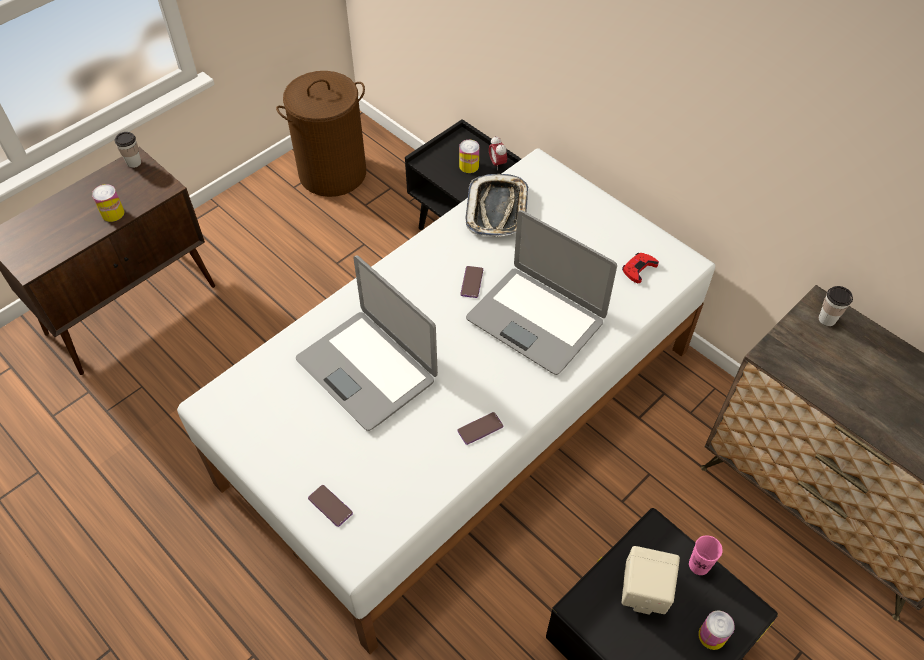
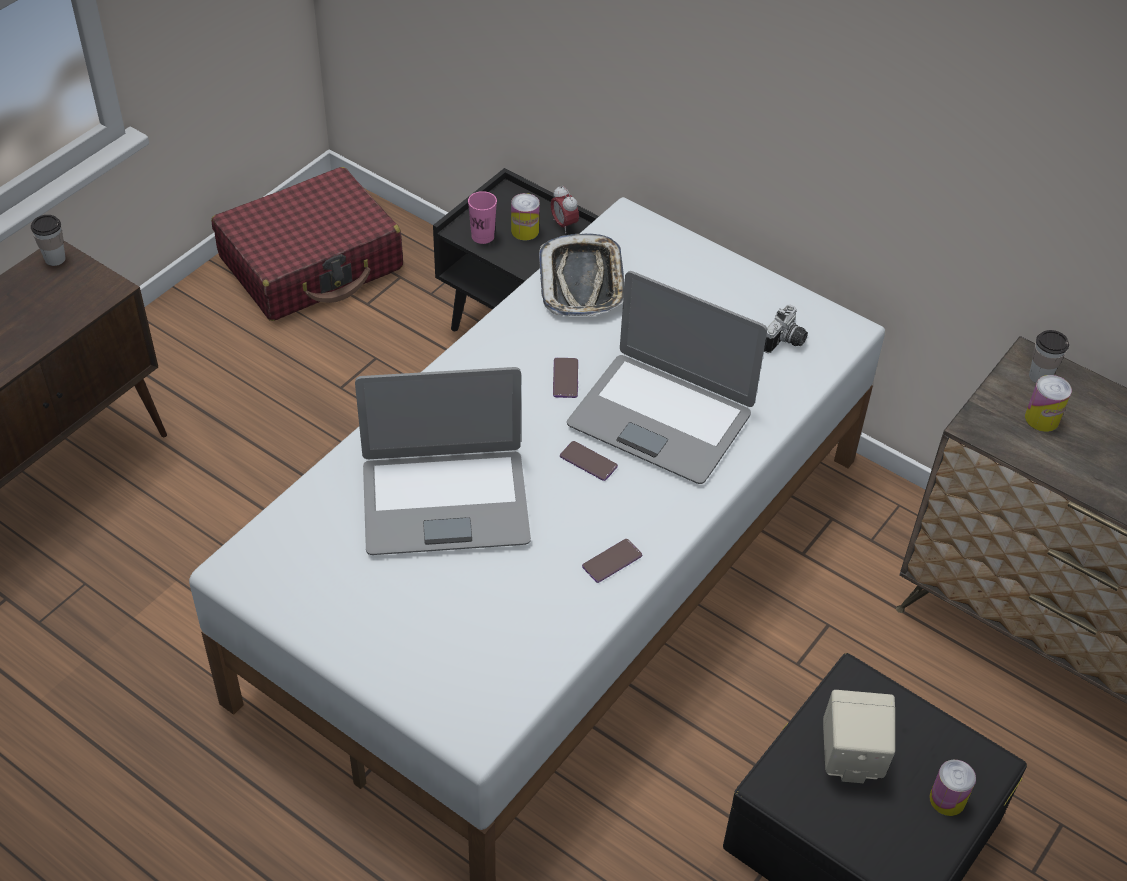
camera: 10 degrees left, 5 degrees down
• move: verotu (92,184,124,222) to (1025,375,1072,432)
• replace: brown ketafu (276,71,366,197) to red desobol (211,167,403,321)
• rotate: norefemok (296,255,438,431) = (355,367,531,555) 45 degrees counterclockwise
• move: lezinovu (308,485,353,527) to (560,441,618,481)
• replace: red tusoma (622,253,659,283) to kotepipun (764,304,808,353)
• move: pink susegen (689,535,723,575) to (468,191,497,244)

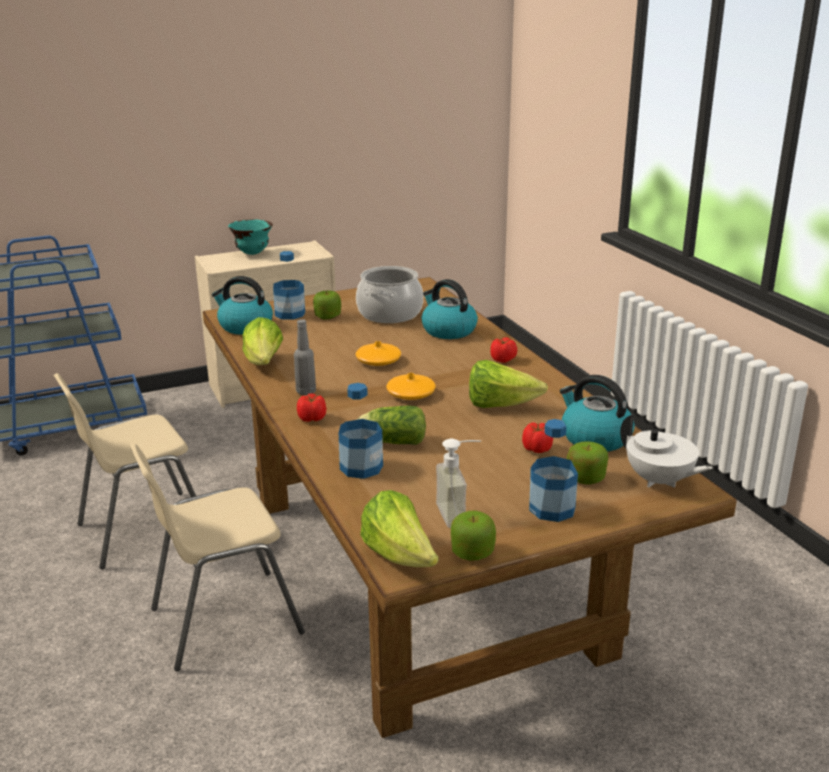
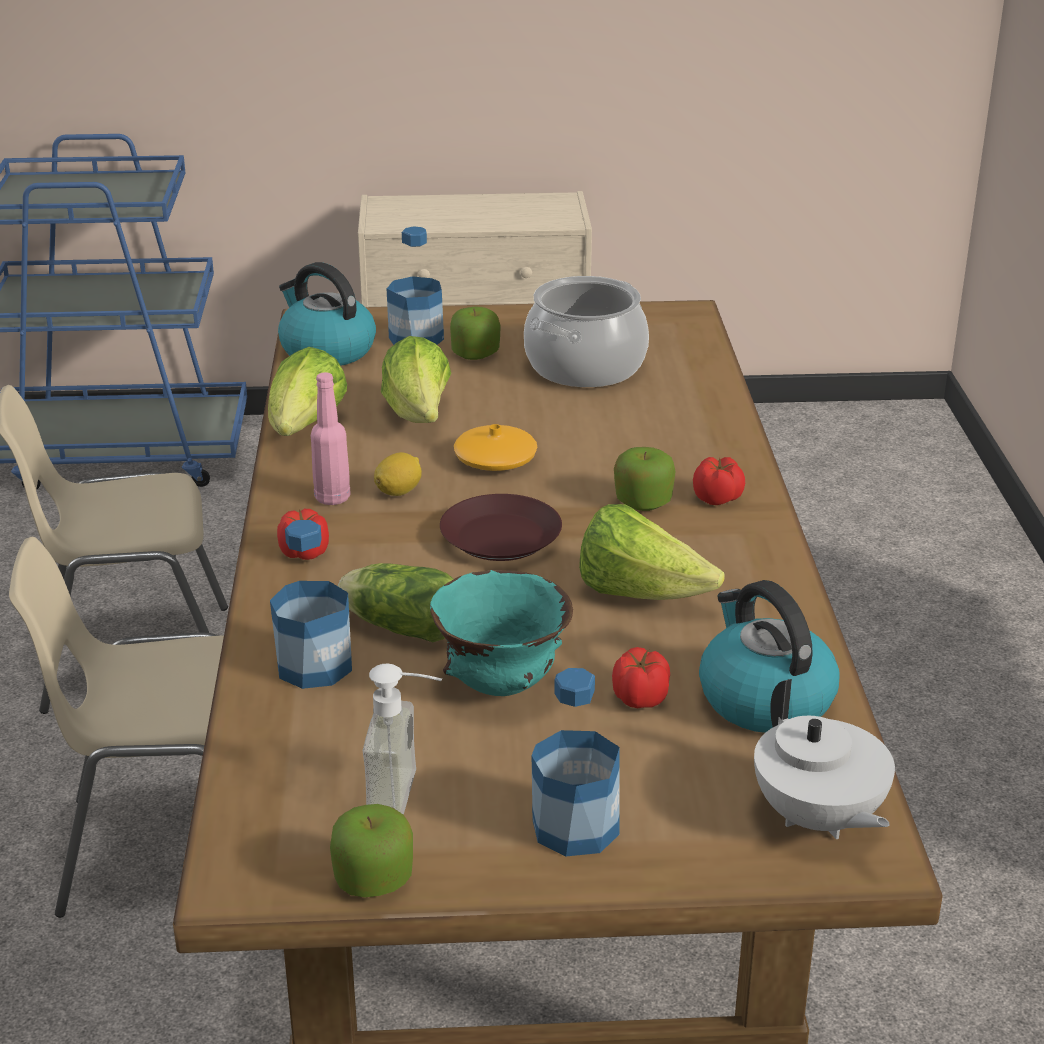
camera: 20 degrees right, 5 degrees up
• move: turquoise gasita (228,219,273,255) to (430,570,573,696)
• recolor: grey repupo (294,319,316,395) to pink repupo (311,372,351,505)
• move: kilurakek (360,490,438,567) to (381,336,451,423)
• replace: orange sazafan (386,373,436,400) to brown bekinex (440,494,562,561)
• delete: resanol (422,279,478,339)
• move: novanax (567,441,608,485) to (614,447,676,511)
• insert: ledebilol (374,452,422,496)

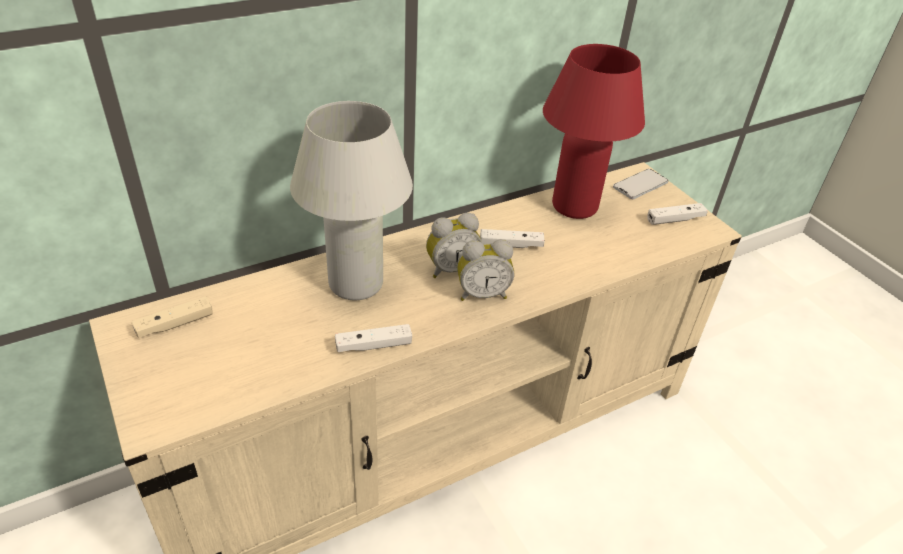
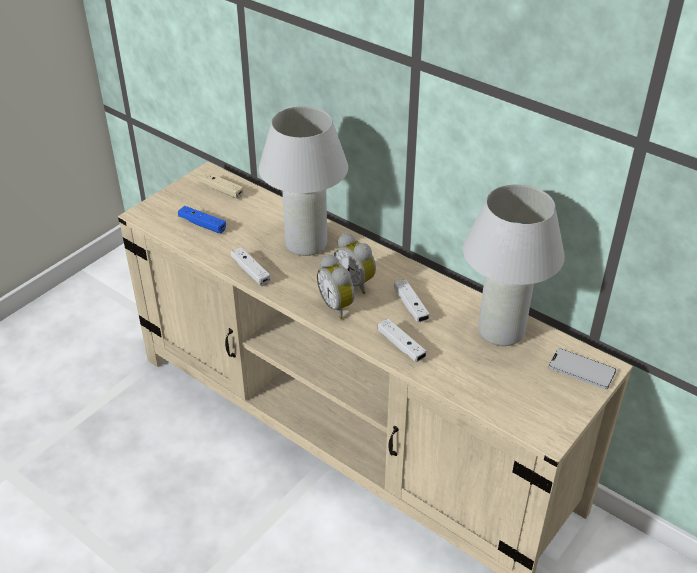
camera: 70 degrees right, 0 degrees up
• recolor: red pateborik (543,44,645,219) to white pateborik (463,184,565,346)
• move: white tusoma (647,203,708,225) to (378,318,427,362)
• insert: blue tusoma (178,206,226,234)

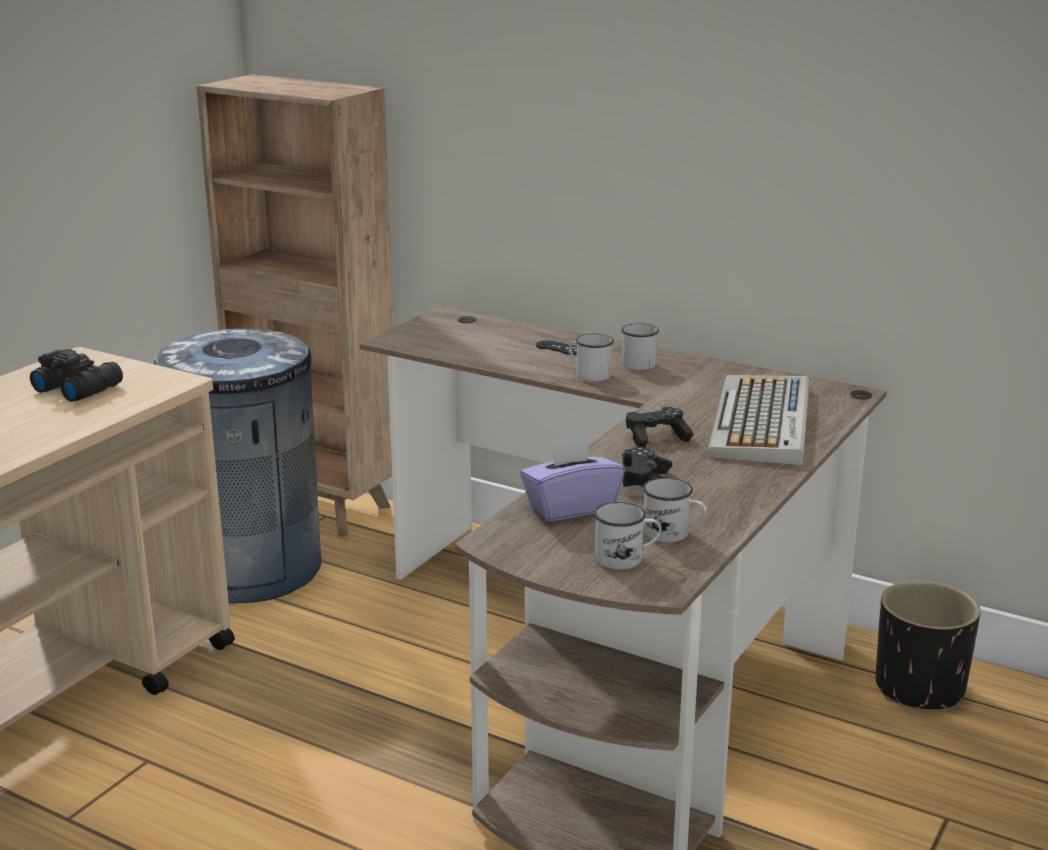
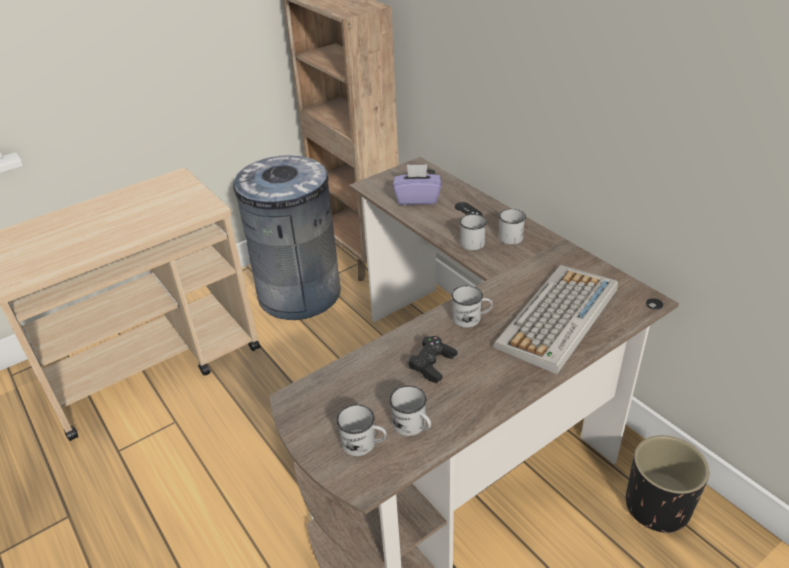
camera: 25 degrees right, 15 degrees up
• delete: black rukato (30,349,123,402)
• move: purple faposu (520,436,625,522) to (393,164,441,205)
• replace: black tusoma (626,407,694,448) to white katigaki (451,285,493,328)

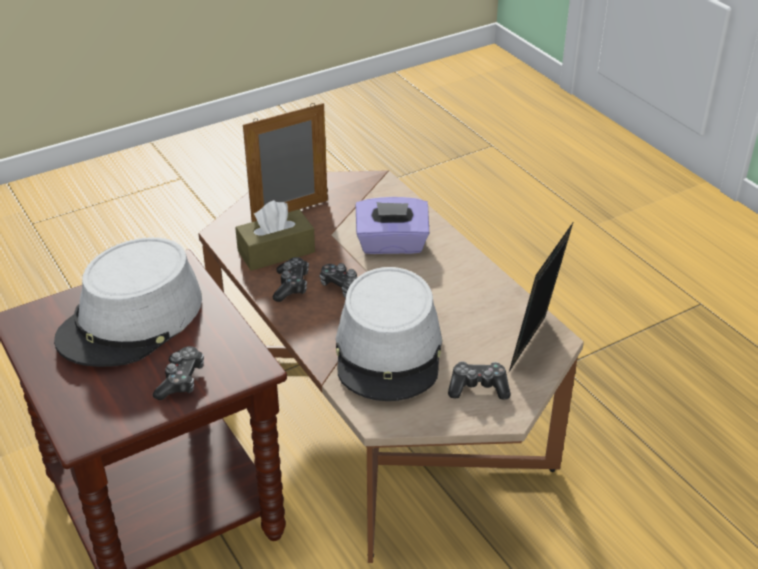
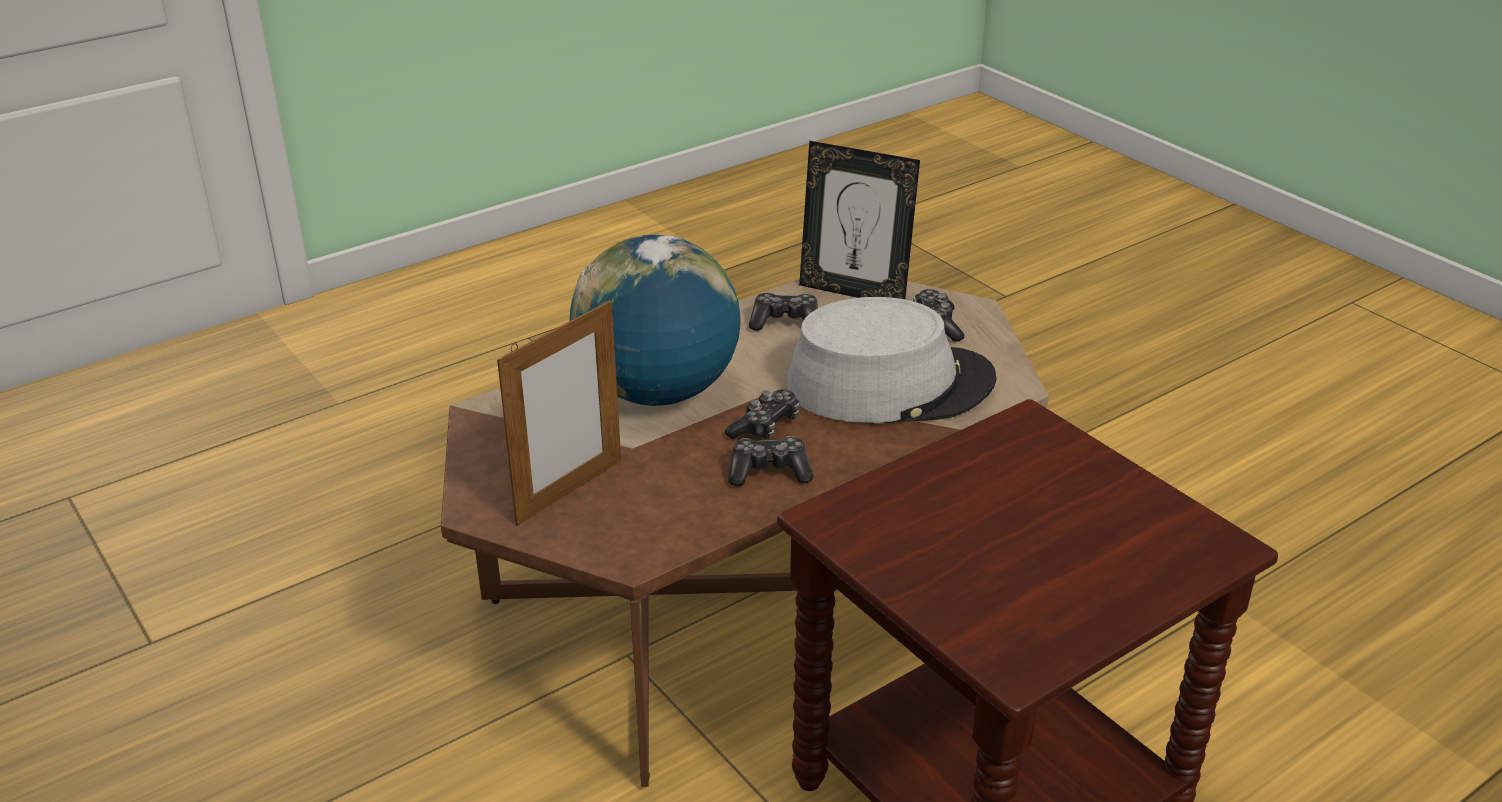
camera: 95 degrees left, 5 degrees down
• delete: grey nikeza (54,237,202,367)
• move: tusoma (153,346,204,400) to (749,293,818,331)
• delete: brown faposu (235,200,315,271)
• rotate: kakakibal (243,103,328,222) = (497,300,621,526) 105 degrees counterclockwise
• replace: purple faposu (356,197,429,254) to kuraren (570,235,740,406)

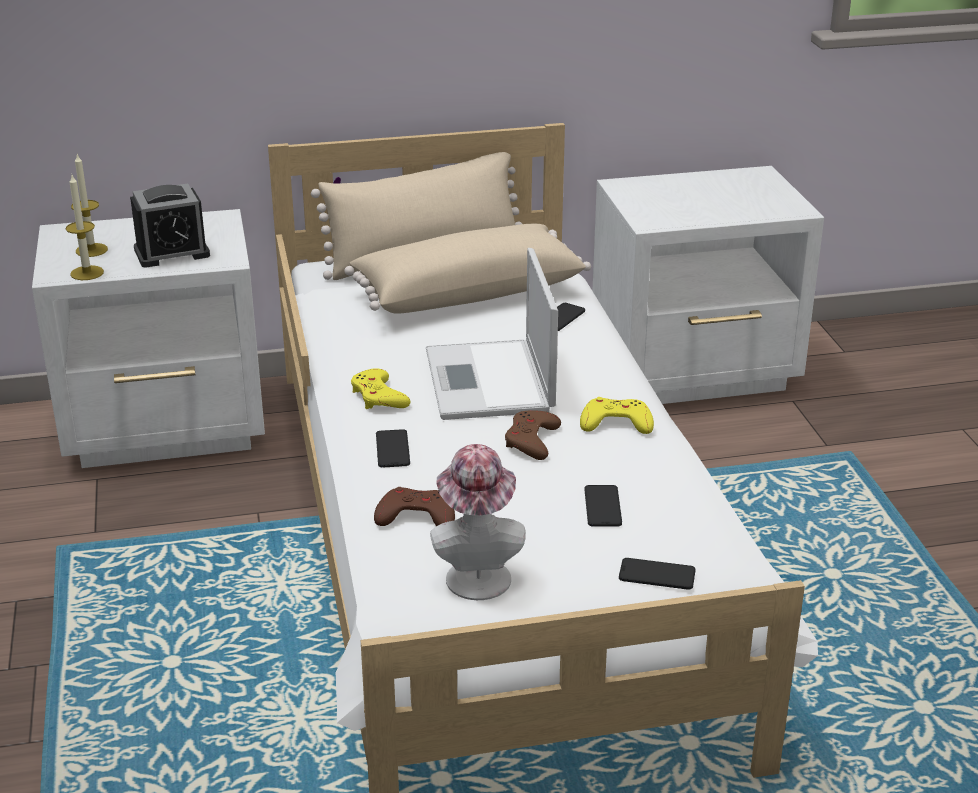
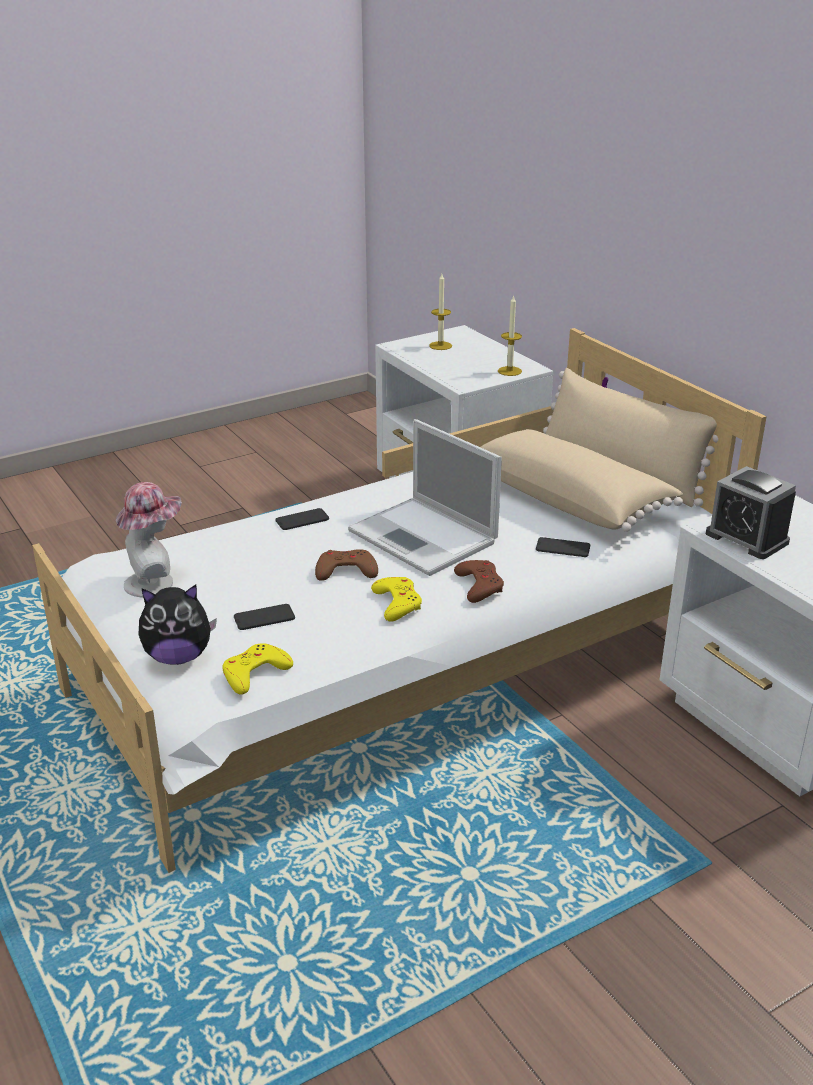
camera: 70 degrees right, 0 degrees up
• move: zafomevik (66,175,104,280) to (498,295,522,376)
• move: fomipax (130,183,210,268) to (706,466,796,559)
• move: yellow tusoma (351,368,411,409) to (222,643,293,695)
• move: brown tusoma (374,487,455,526) to (454,560,504,603)
• rotate: norefemok (426,248,558,420) = (348,419,502,576) 105 degrees counterclockwise
• replace: lezinovu (619,558,696,590) to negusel (138,585,217,665)

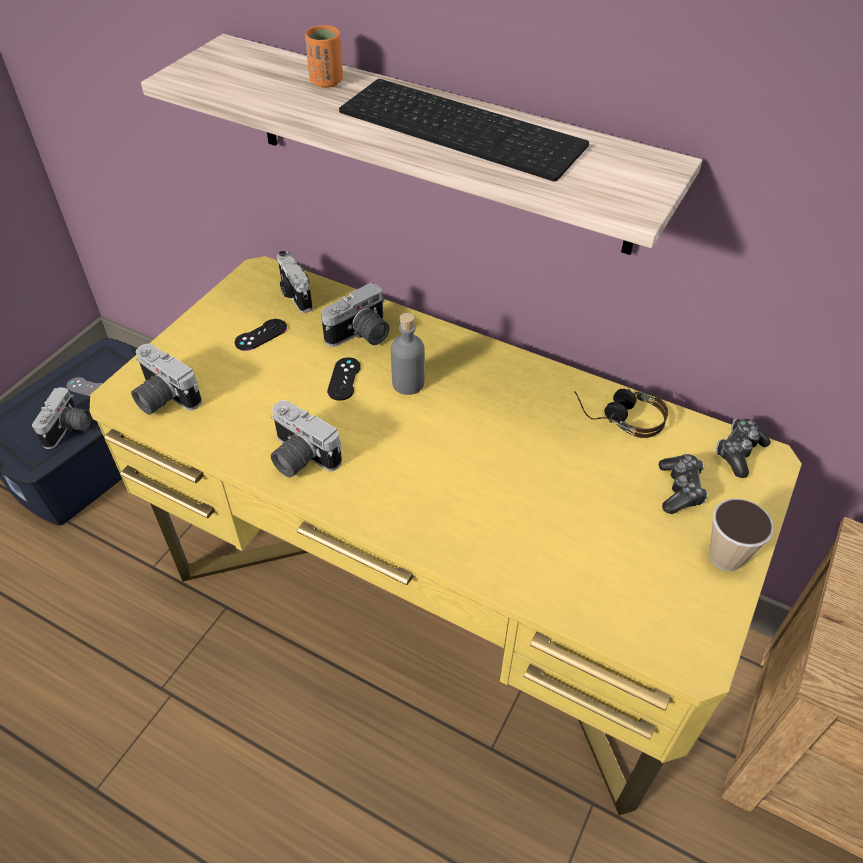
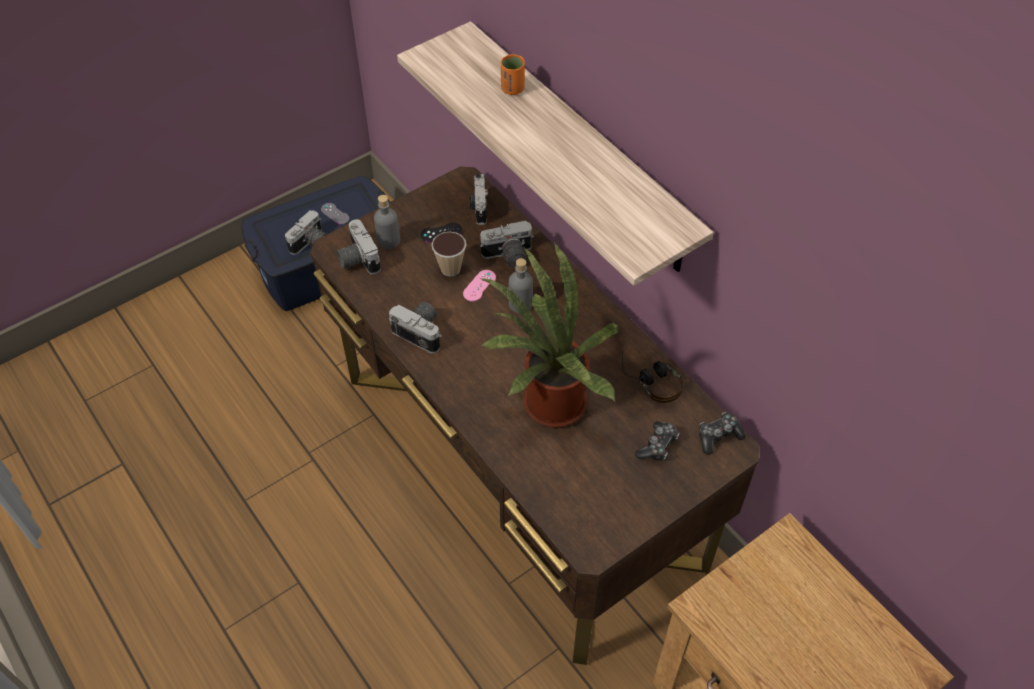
camera: 25 degrees right, 5 degrees up
• recolor: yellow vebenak (90,256,802,815) to brown vebenak (310,166,760,665)
• rotate: kotepipun (270,400,342,478) = (389,302,442,354) 150 degrees clockwise
• recolor: black tusoma (327,357,361,401) to pink tusoma (463,270,496,301)
• delete: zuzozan (339,79,589,181)
• move: susegen (709,498,774,571) to (431,232,466,277)
• insert: grey repupo (374,195,400,249)
• insert: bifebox (480,243,618,427)

